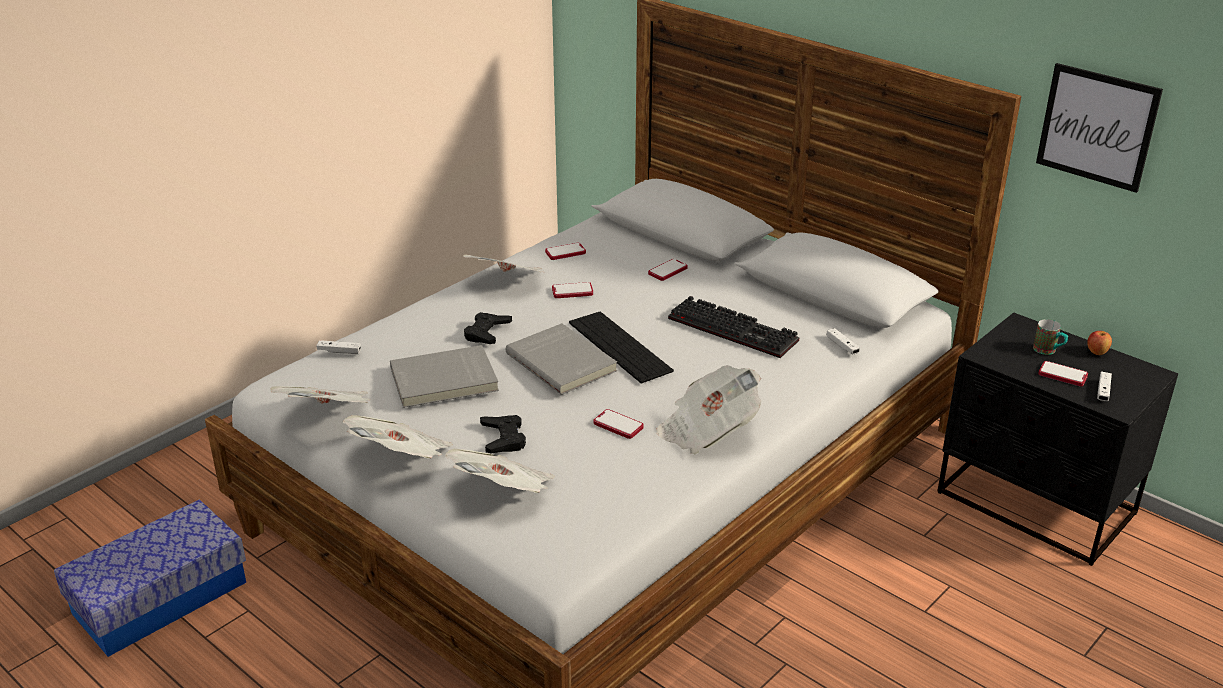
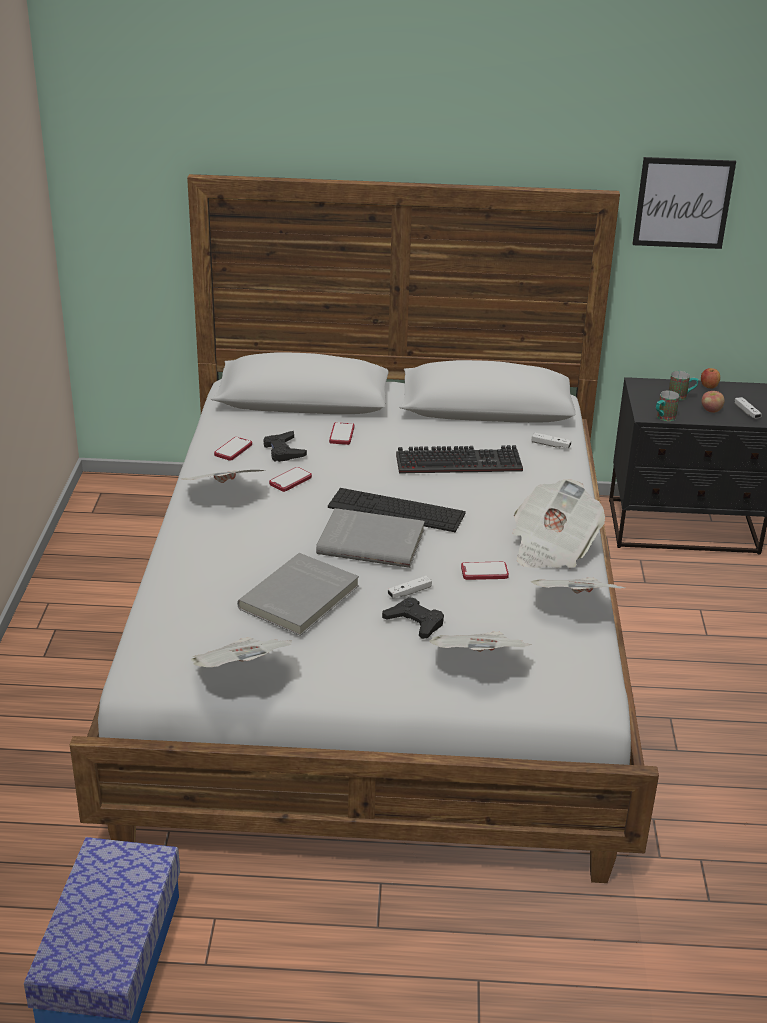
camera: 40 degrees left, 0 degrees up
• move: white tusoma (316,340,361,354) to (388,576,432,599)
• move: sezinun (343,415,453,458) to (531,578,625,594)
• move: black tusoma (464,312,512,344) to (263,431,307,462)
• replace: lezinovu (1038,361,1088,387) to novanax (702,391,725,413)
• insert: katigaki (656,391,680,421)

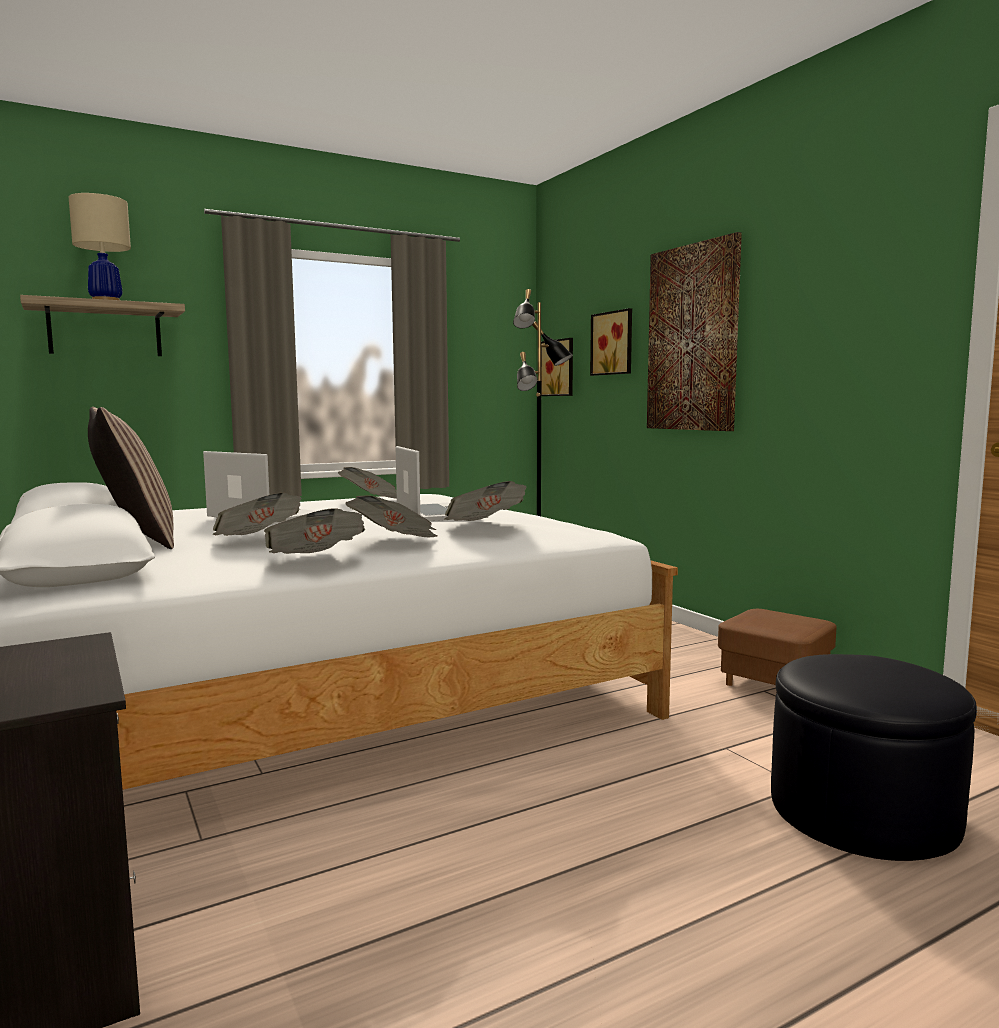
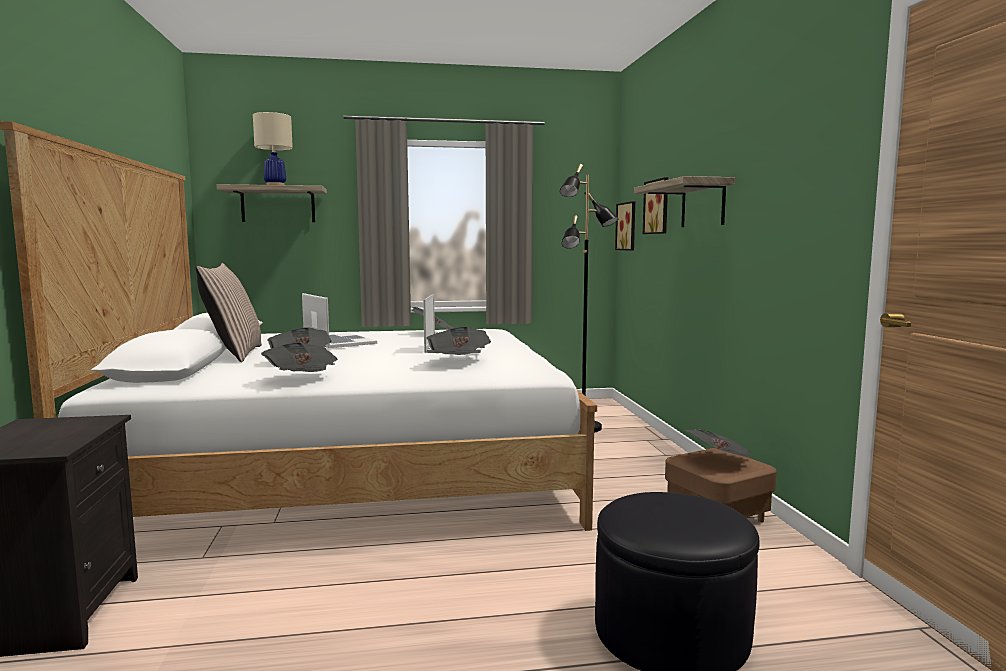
camera: 20 degrees right, 0 degrees up
• move: sezinun (345,495,437,537) to (684,429,751,457)
• replace: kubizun (647,232,742,431) to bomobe (634,176,735,227)

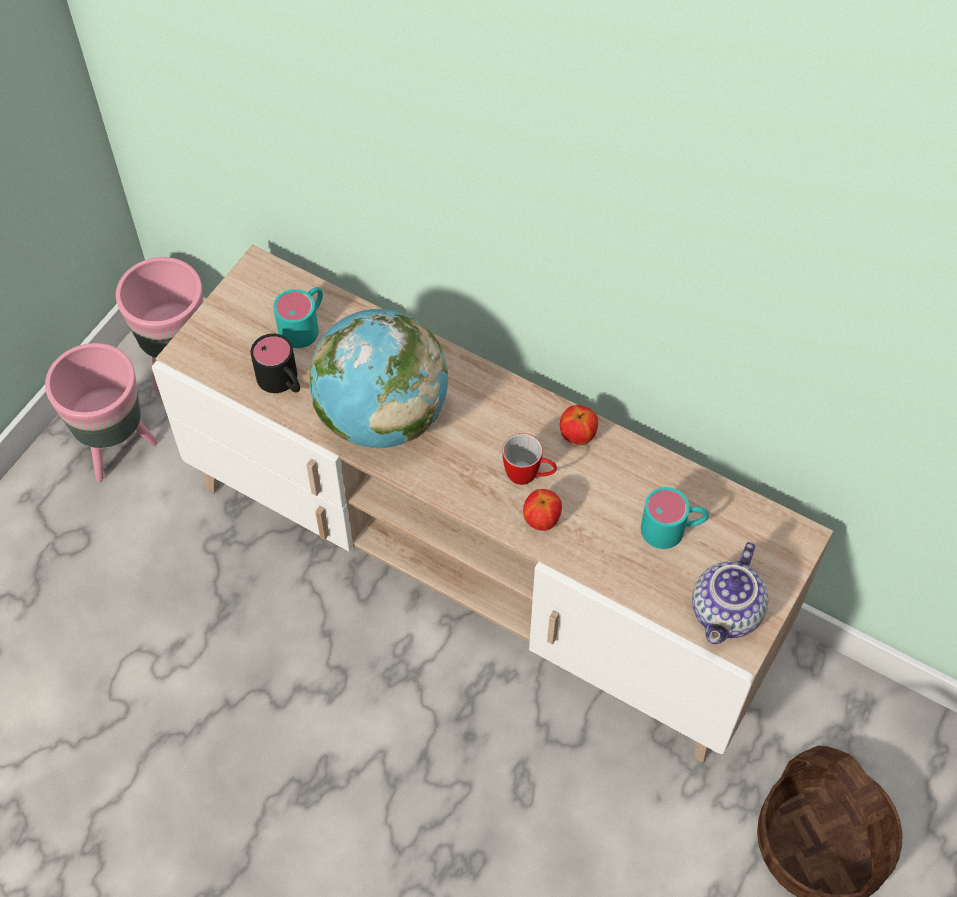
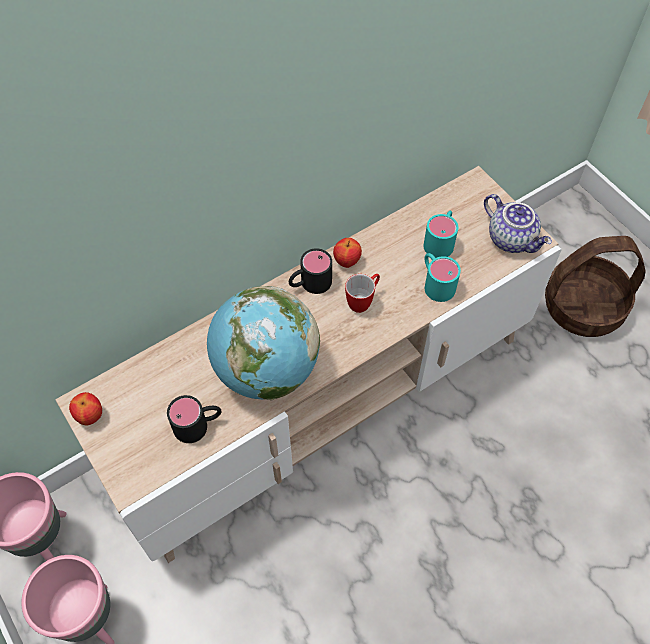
camera: 65 degrees left, 0 degrees up
• move: turquoise katigaki (273,287,323,348) to (425,253,461,302)
• move: novanax (523,489,562,531) to (69,392,102,425)
• insert: black katigaki (289,248,332,294)

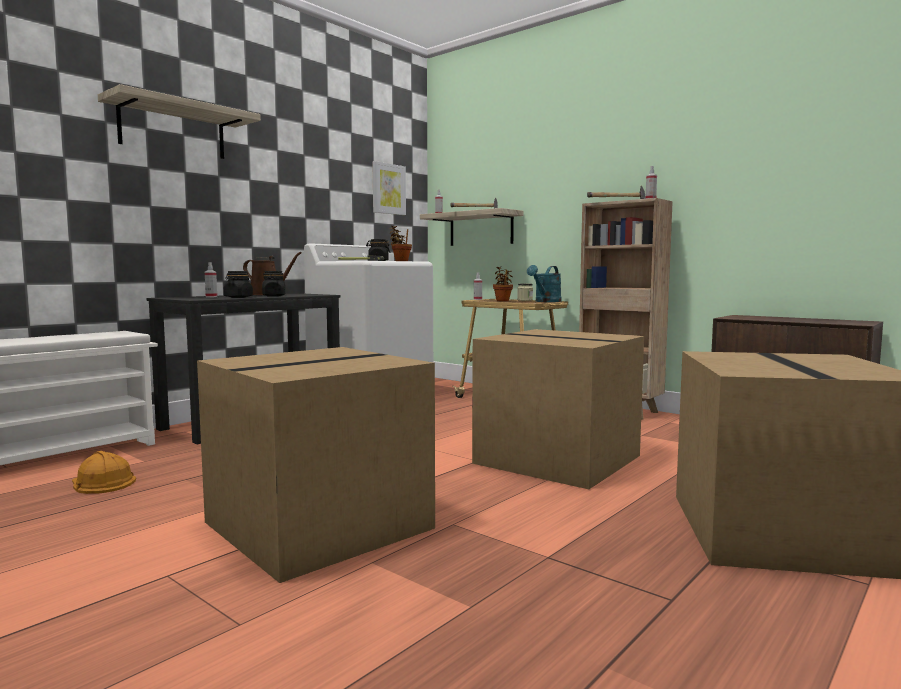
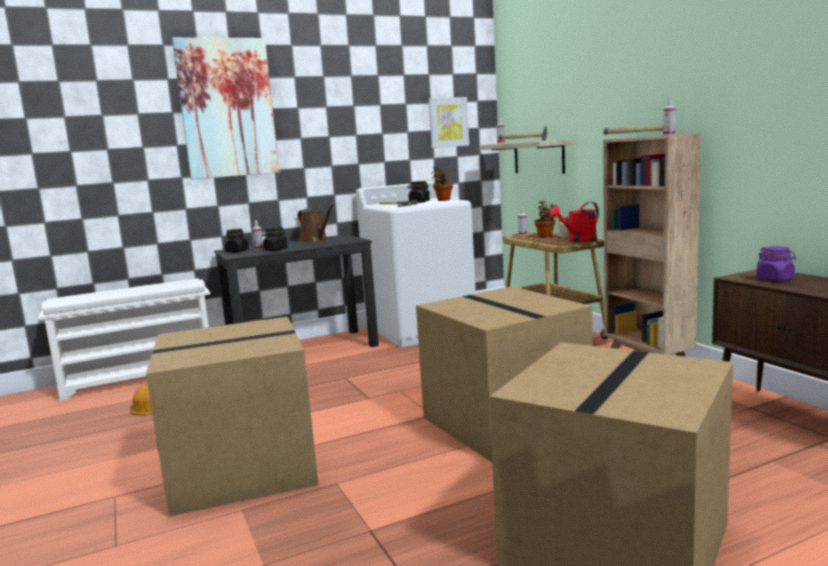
camera: 25 degrees right, 5 degrees up
• replace: bomobe (98,84,261,159) to kubizun (172,37,279,180)
• move: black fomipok (262,271,285,297) to (224,229,248,253)
• recolor: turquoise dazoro (527,265,561,302) to red dazoro (550,202,599,243)
• insert: purple fomipok (756,246,796,281)

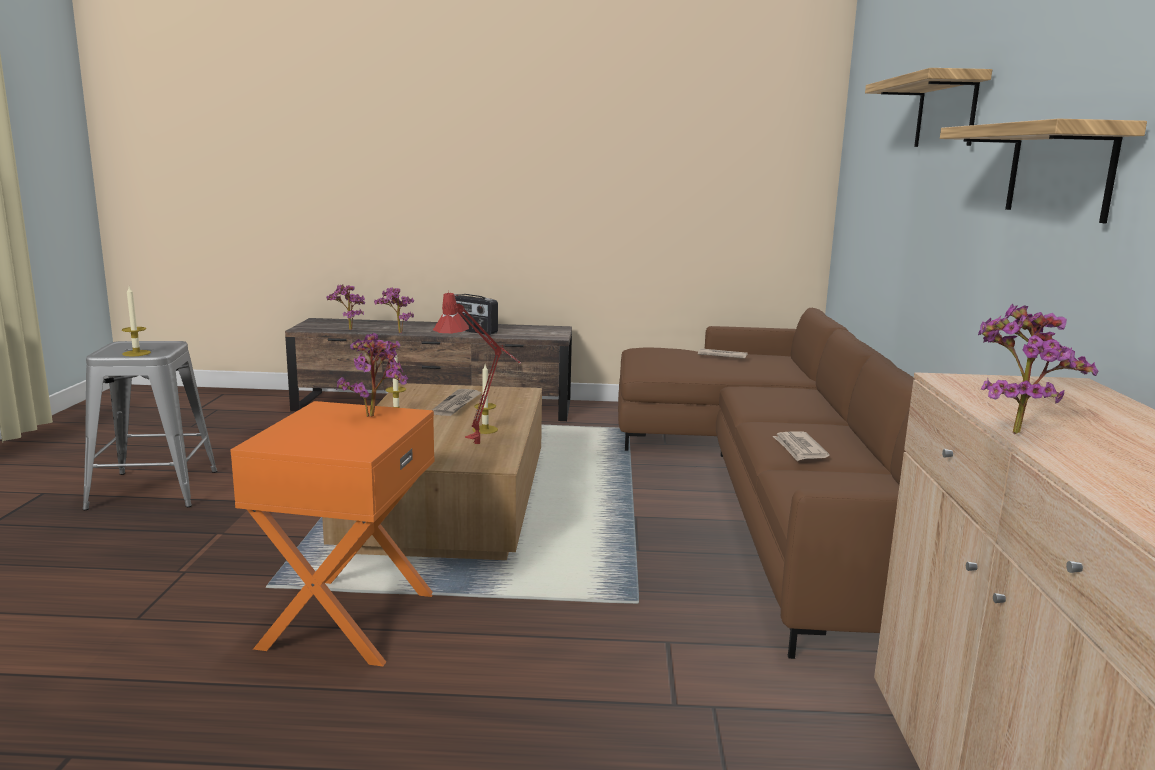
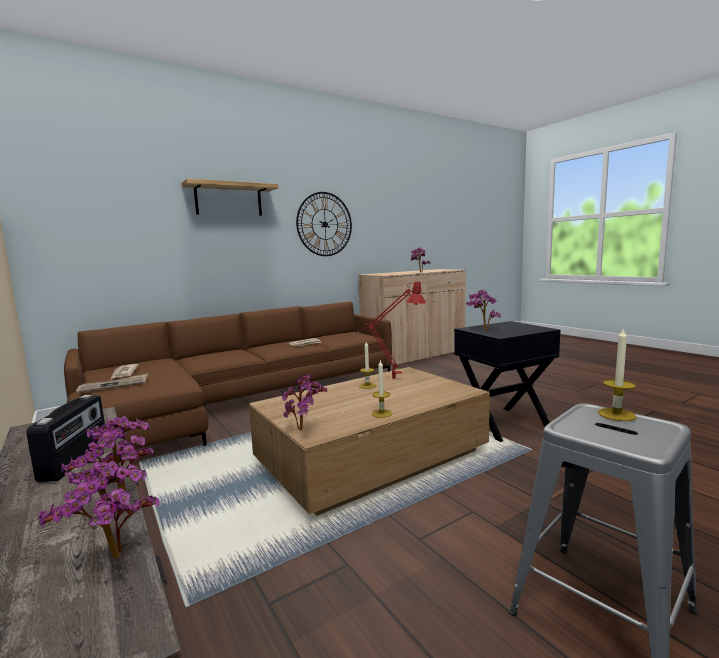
camera: 125 degrees left, 5 degrees down
• recolor: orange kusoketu (230,401,435,666) to black kusoketu (454,321,561,442)
• move: sezinun (432,389,482,416) to (76,373,148,393)
• replace: bomobe (940,119,1147,223) to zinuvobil (296,192,352,256)
• insert: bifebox (282,374,327,430)

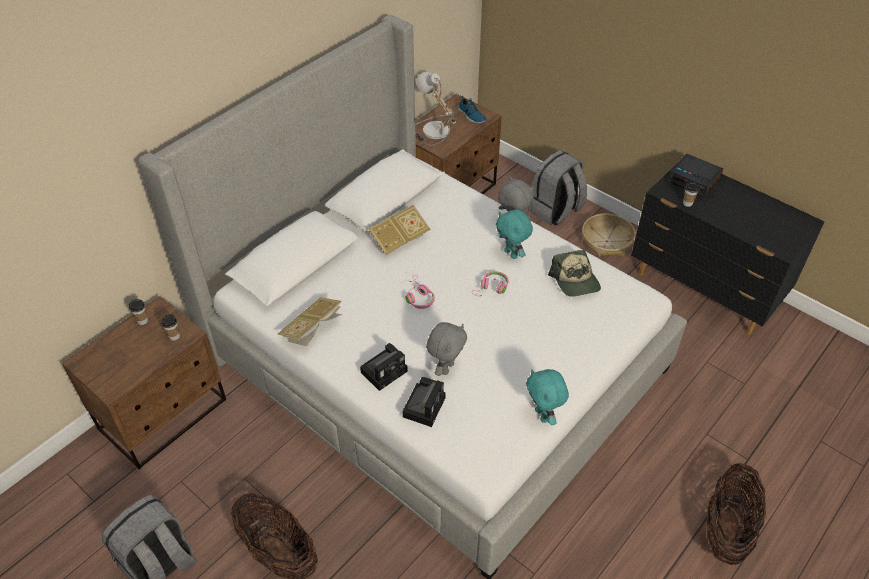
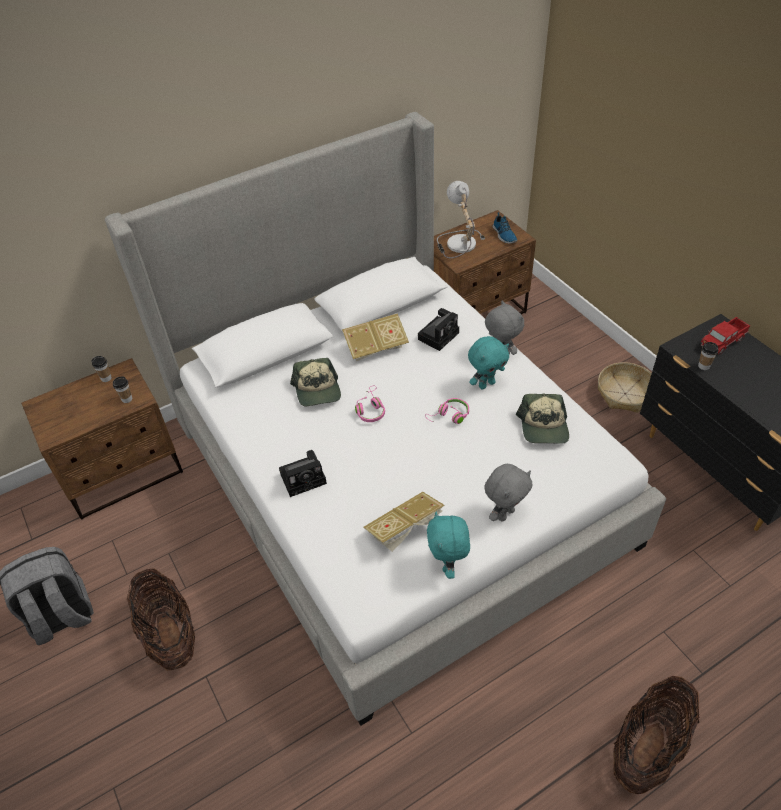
camera: 20 degrees right, 0 degrees up
• move: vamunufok (278,297,343,346) to (363,492,445,552)
• move: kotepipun (402,377,446,427) to (418,308,459,351)
• move: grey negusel (426,322,467,376) to (484,464,533,521)
• rotate: turquoise negusel (496,210,533,259) = (468,336,509,389) 105 degrees counterclockwise
• delete: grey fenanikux (529,150,587,225)
• replace: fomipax (668,154,723,197) to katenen (701,317,750,355)
• insert: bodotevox (290,358,341,406)

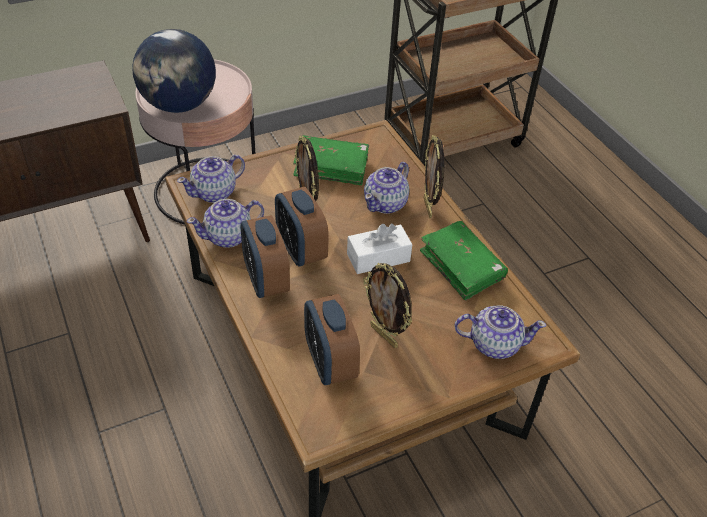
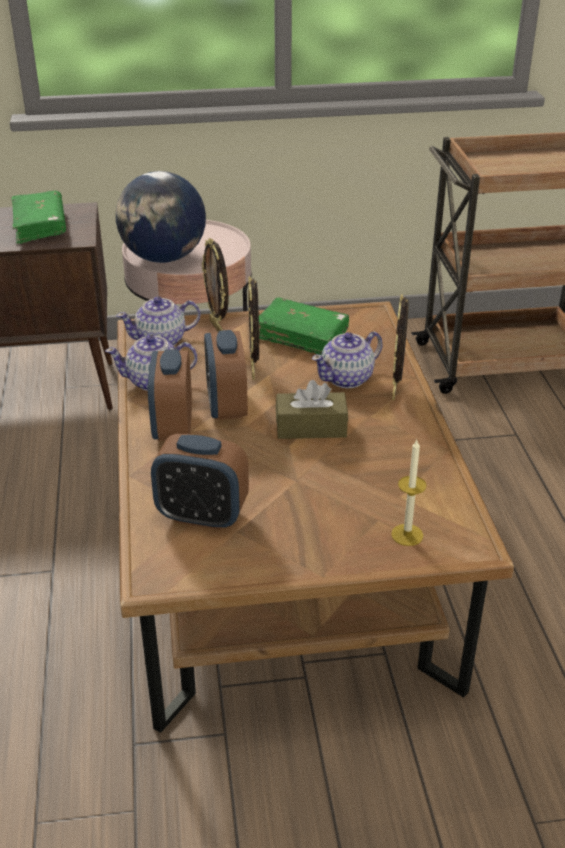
camera: 20 degrees right, 10 degrees down
• rotate: fomipax (304,294,360,385) = (151,434,249,530) 75 degrees counterclockwise
• recolor: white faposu (347,224,413,274) to brown faposu (276,380,348,439)
• move: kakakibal (363,263,412,348) to (202,238,229,332)
• move: green vamunufok (420,221,508,301) to (11,191,66,244)
• replace: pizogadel (454,306,547,359) to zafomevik (391,440,427,546)

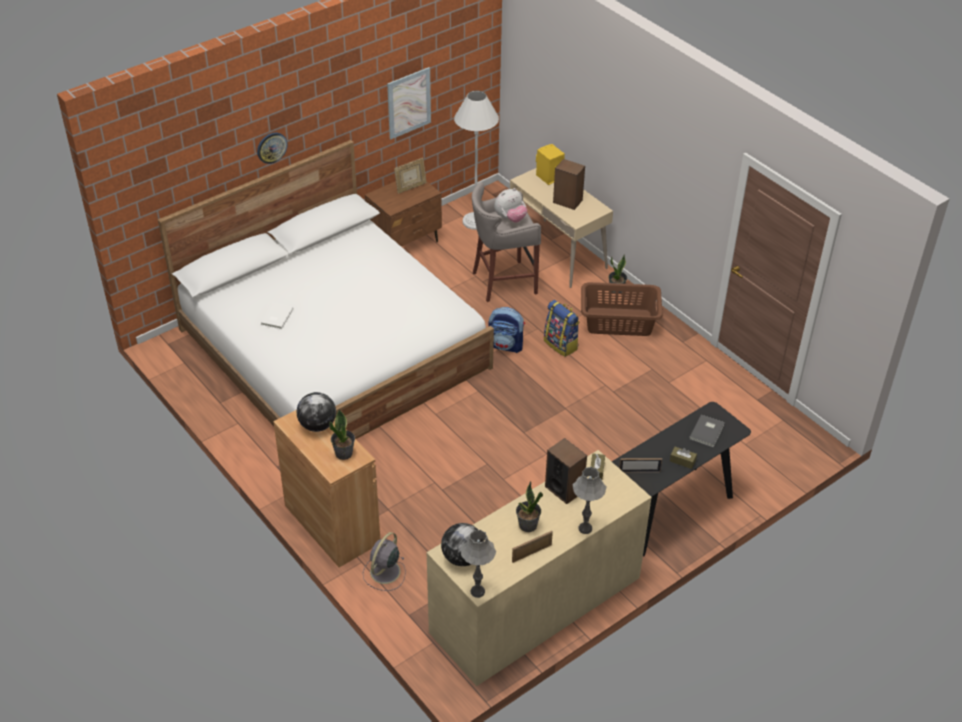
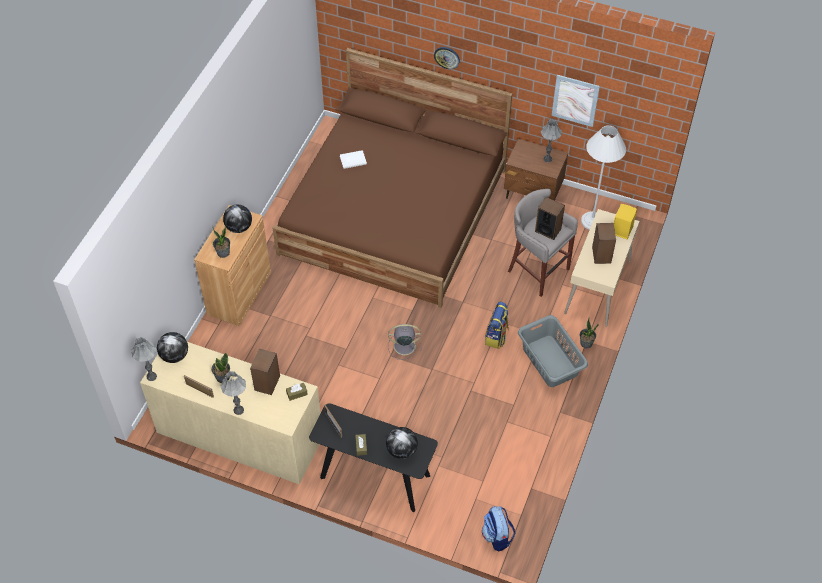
camera: 60 degrees right, 10 degrees up
• recolor: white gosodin (158,140,494,439) to brown gosodin (273,48,513,308)
• move: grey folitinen (363,532,406,591) to (388,324,422,360)
• replace: kakakibal (394,158,427,194) to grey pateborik (541,119,562,163)
• move: fenanikux (488,307,525,353) to (482,506,516,551)
• replace: negusel (494,188,527,222) to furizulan (535,197,565,240)
• recolor: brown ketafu (581,282,663,336) to grey ketafu (518,315,588,387)
• replace: grey vamunufok (689,415,725,447) to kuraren (386,427,418,459)

